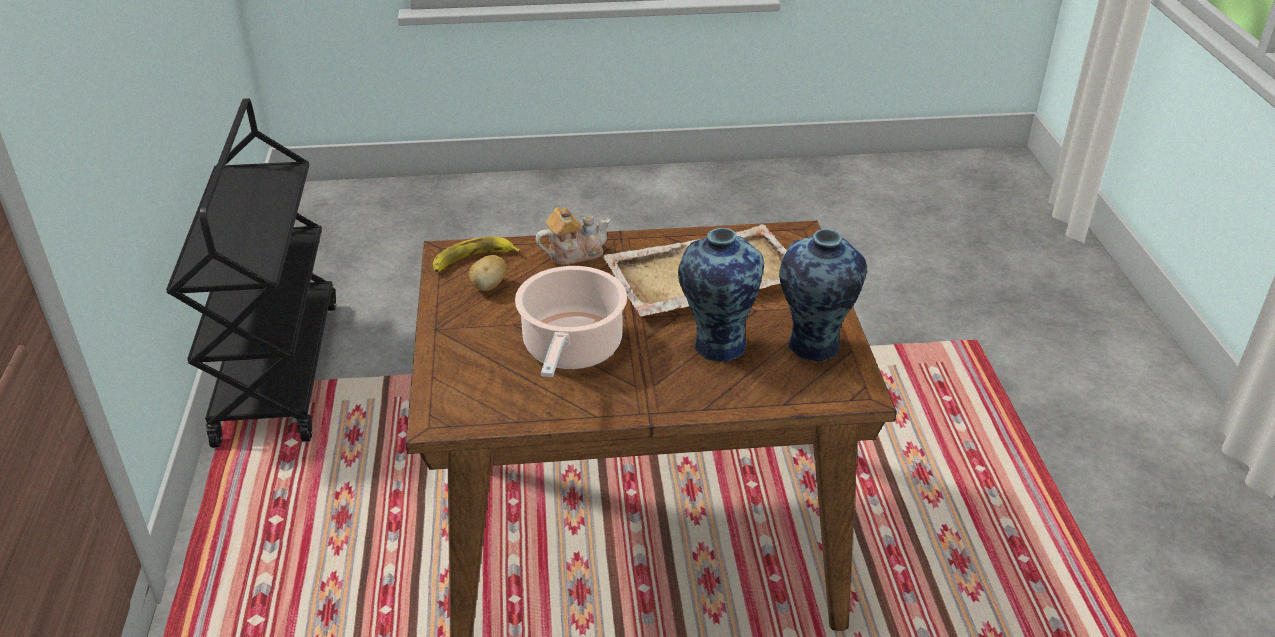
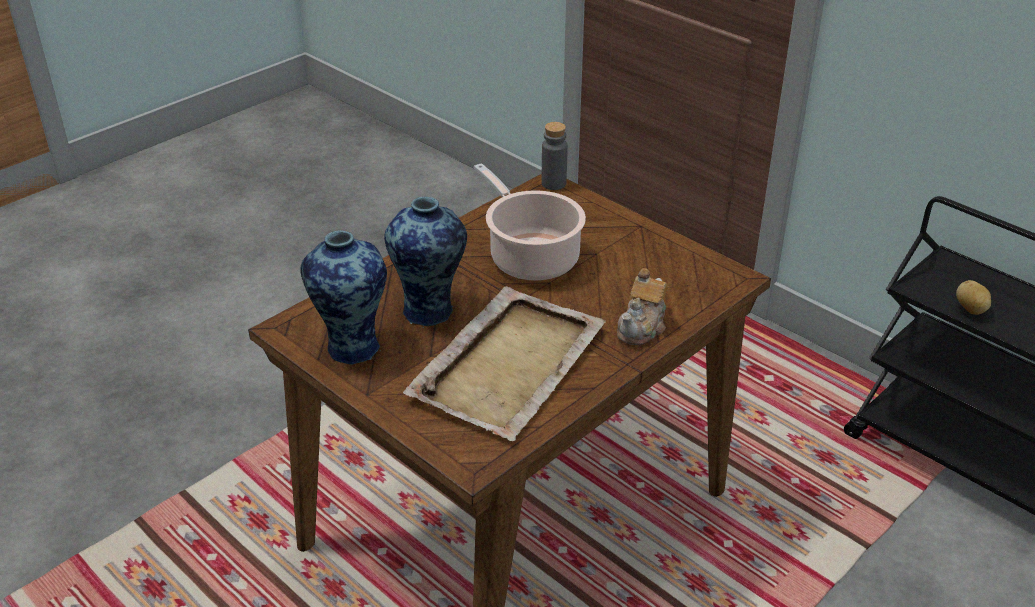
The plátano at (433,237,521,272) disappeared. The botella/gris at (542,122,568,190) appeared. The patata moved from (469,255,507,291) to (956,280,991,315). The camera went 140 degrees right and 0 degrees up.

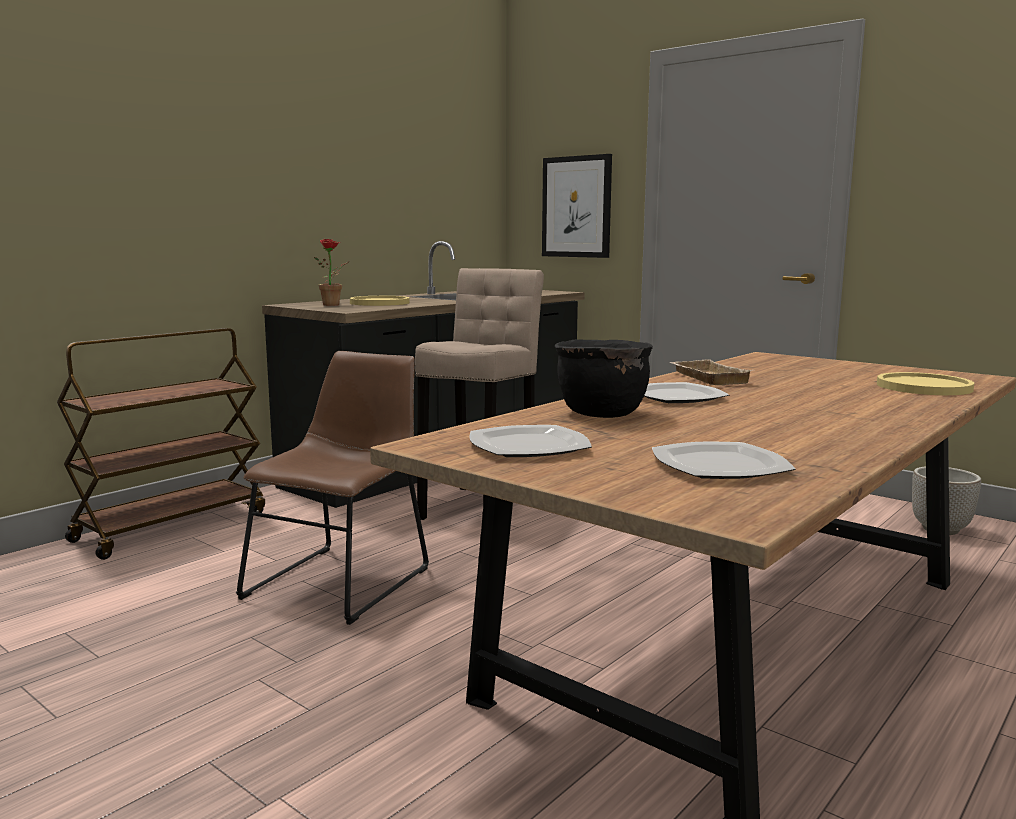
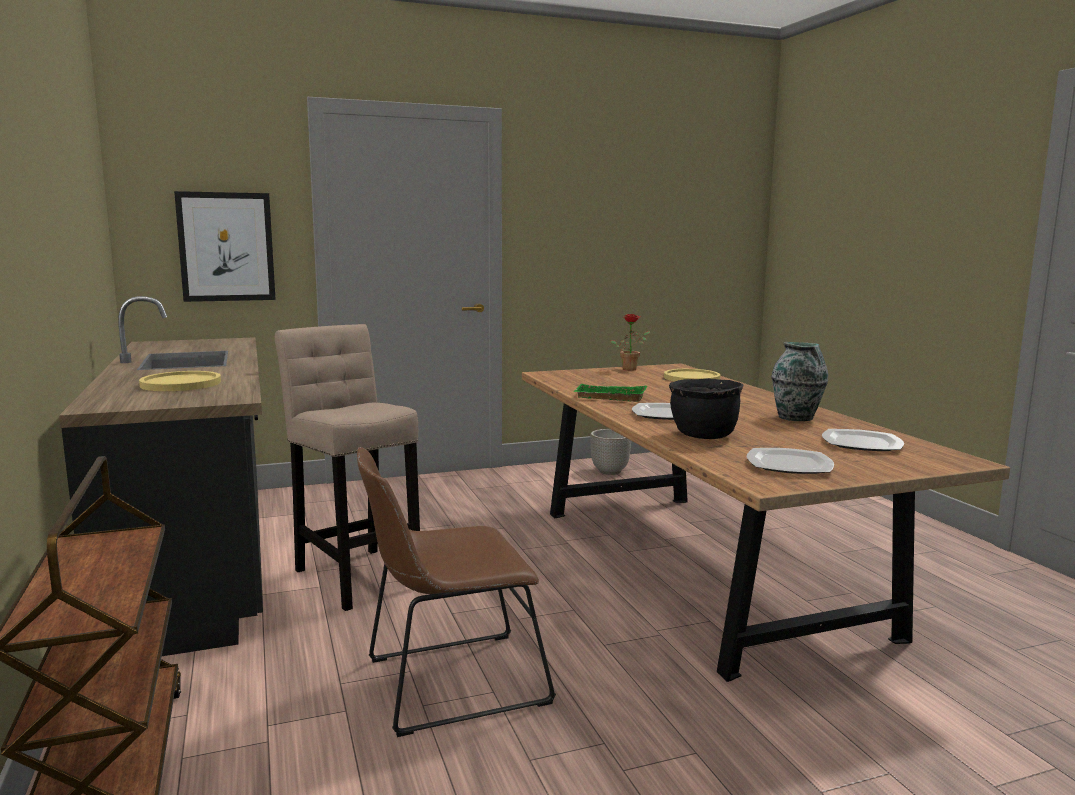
The florero at (771,342,828,421) appeared. The planta en maceta moved from (314,239,350,306) to (610,314,650,371). The bandeja/beis at (669,359,752,385) became the bandeja/verde at (573,384,647,402). The silla/marrón at (236,351,429,625) turned 75 degrees counterclockwise. The camera went 60 degrees left and 0 degrees up.

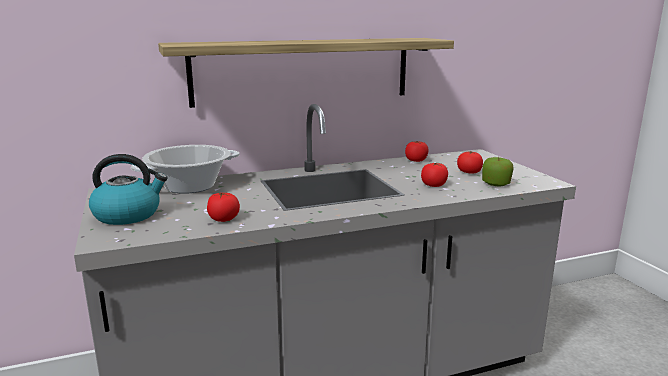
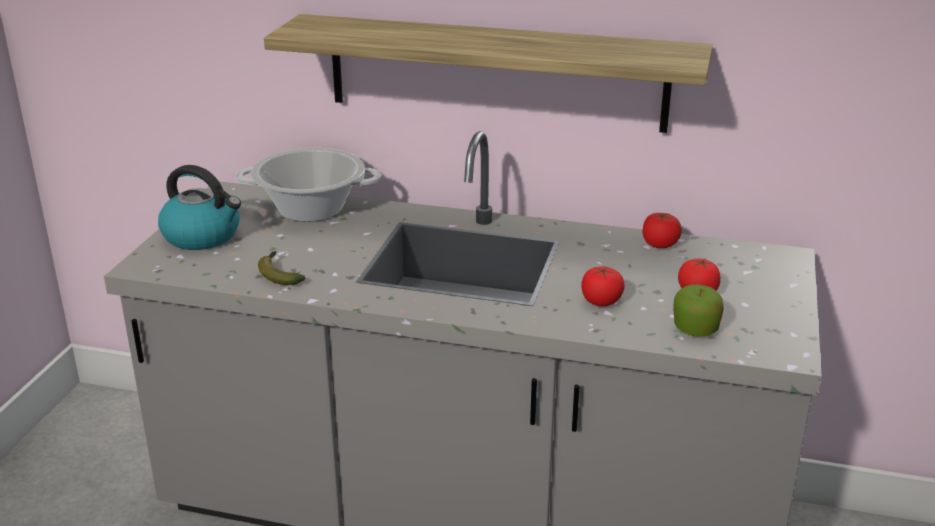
The tomate at (207,192,240,222) was replaced by the plátano at (258,251,305,285). The camera went 35 degrees right and 10 degrees up.

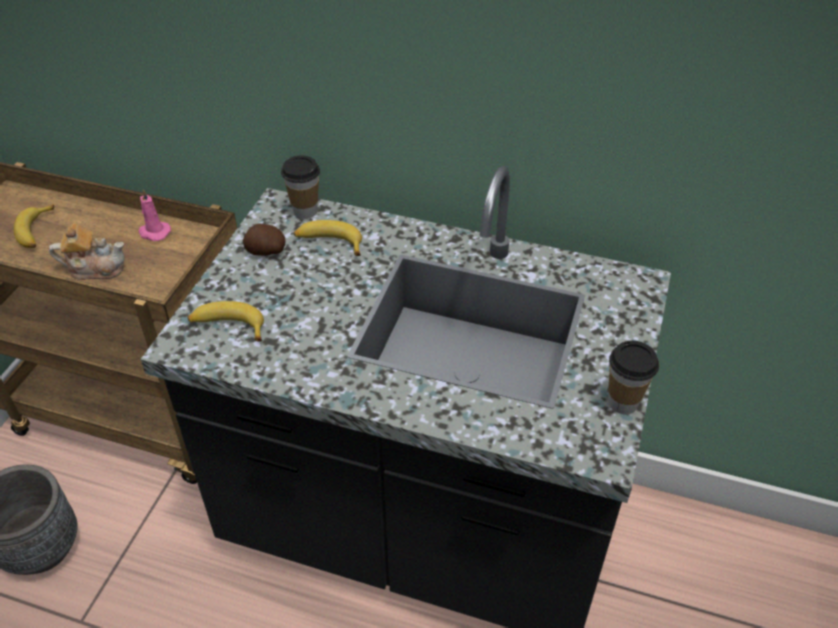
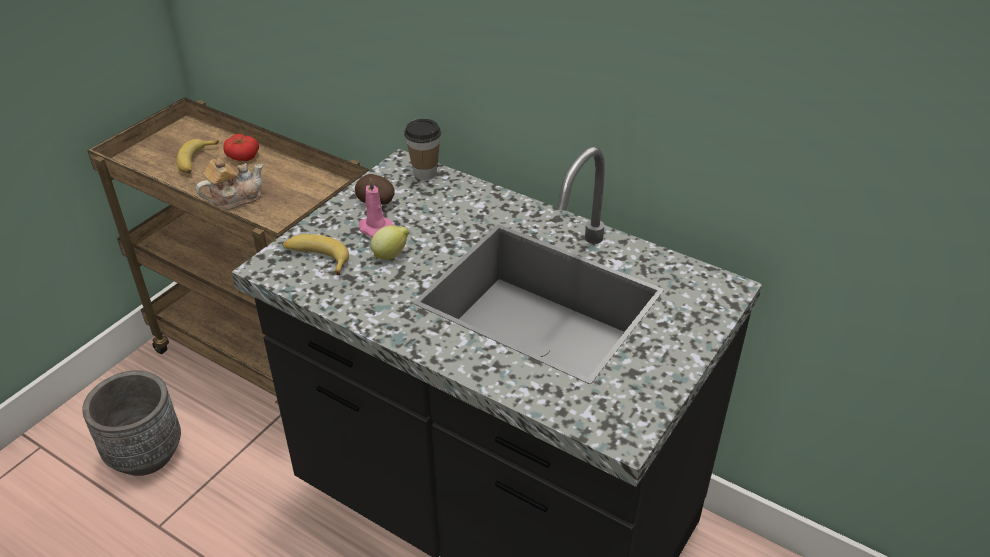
The plátano at (294,220,362,256) disappeared. The taza at (608,341,659,414) disappeared. The tomate at (223,134,259,161) appeared. The limón at (370,225,410,260) appeared. The vela/rosa moved from (139,189,171,241) to (359,177,393,237). The tetera at (49,224,125,280) turned 45 degrees counterclockwise. The camera went 15 degrees right and 5 degrees down.

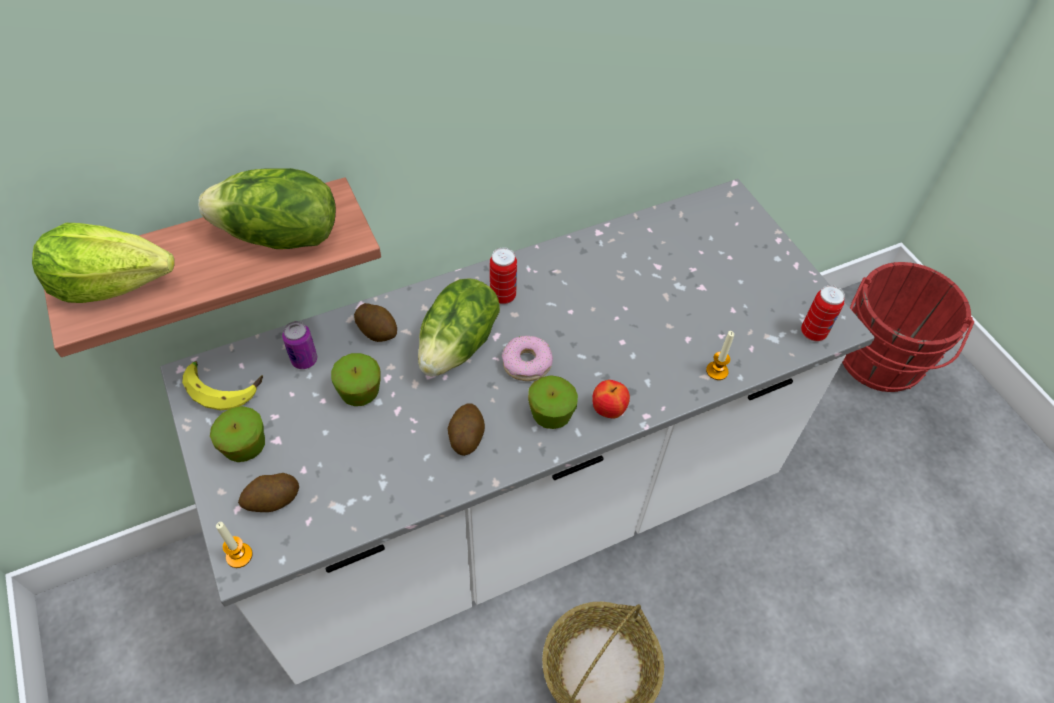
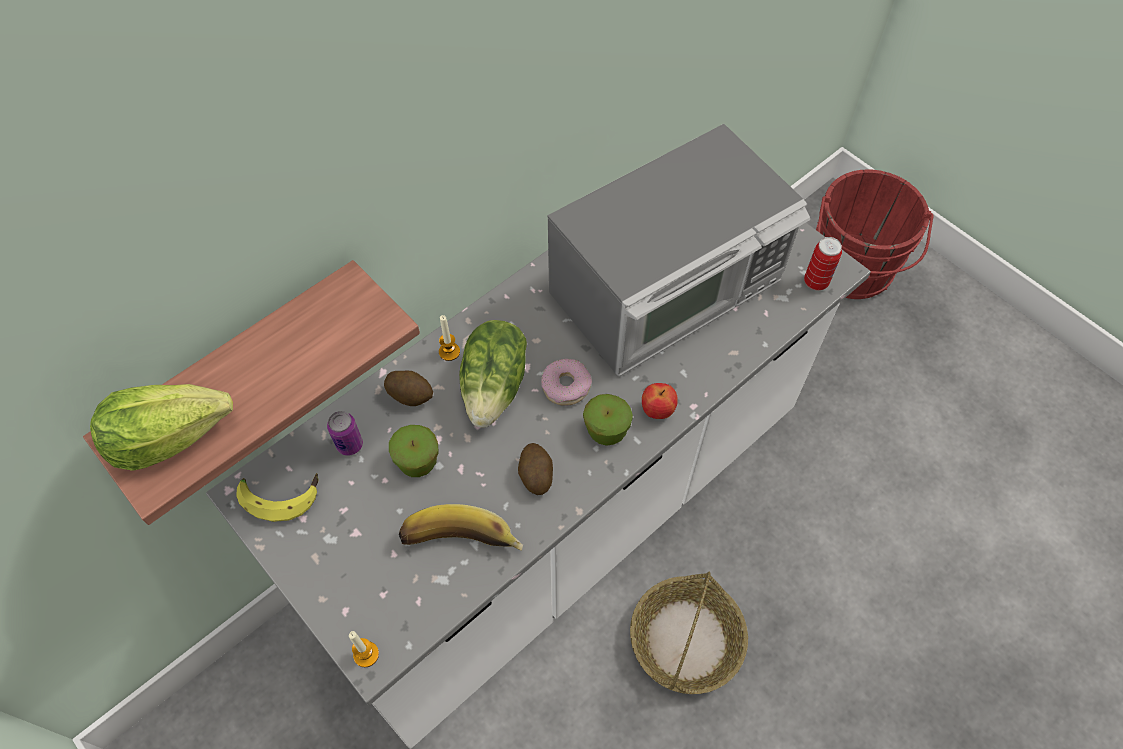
The lechuga at (198,168,336,249) disappeared. The manzana at (210,406,265,462) disappeared. The patata at (238,473,299,512) disappeared. The lata at (490,247,517,304) disappeared. The plátano at (399,504,523,551) appeared. The microondas at (548,124,810,376) appeared. The vela moved from (706,331,734,380) to (439,315,460,361). The camera went 15 degrees left and 5 degrees up.

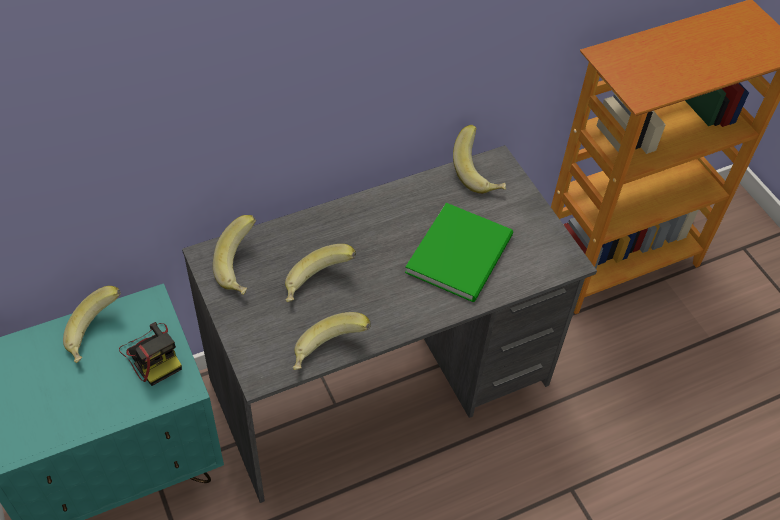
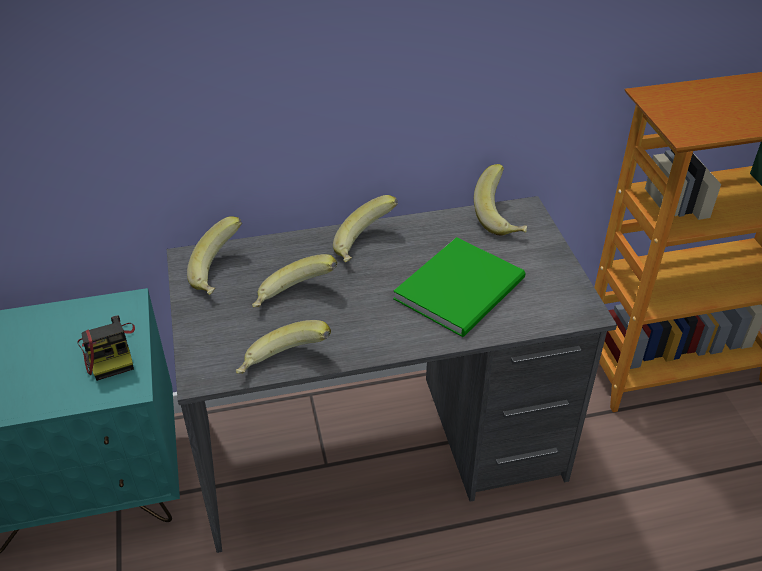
The plátano moved from (63,286,121,363) to (333,195,398,263). The camera went 15 degrees right and 10 degrees down.

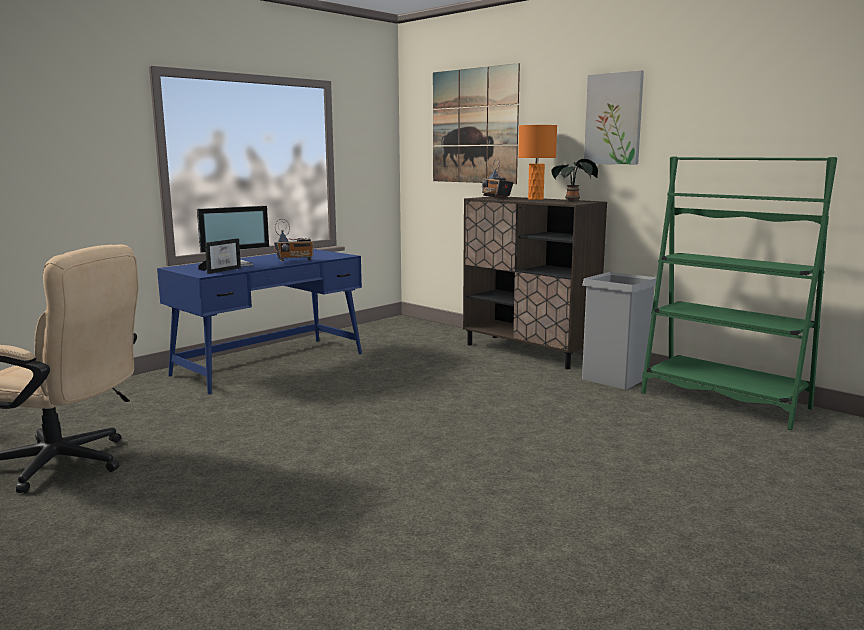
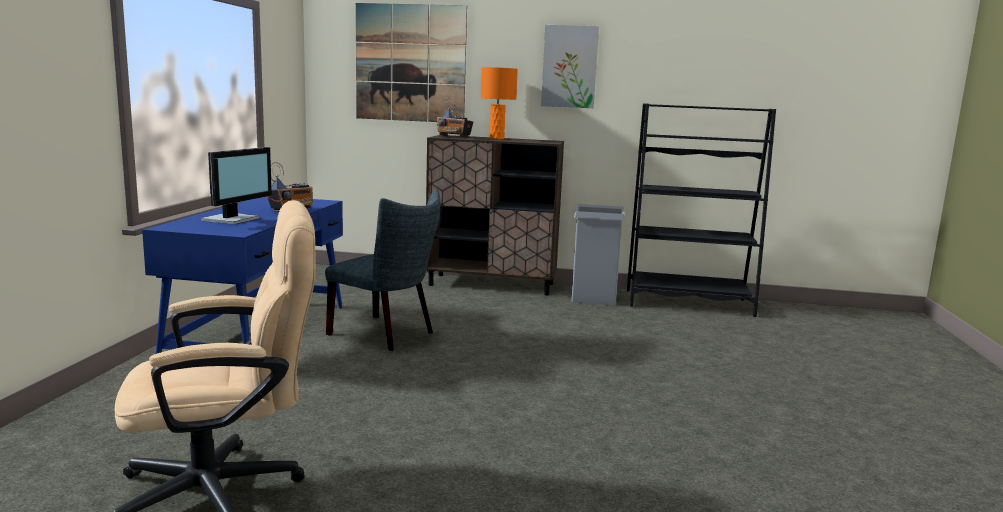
The portarretratos at (198,238,241,274) disappeared. The planta en maceta at (551,159,598,202) disappeared. The silla/gris at (325,189,440,351) appeared. The estantería/verde at (641,157,837,430) became the estantería/negro at (627,103,776,317). The camera went 35 degrees left and 0 degrees up.

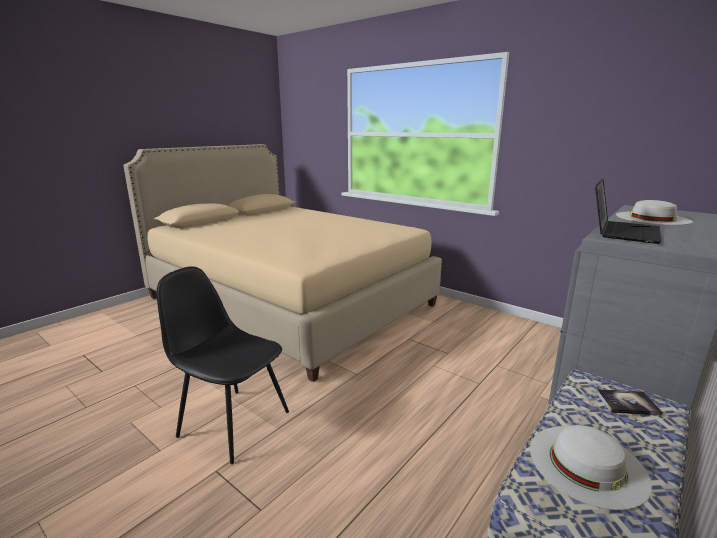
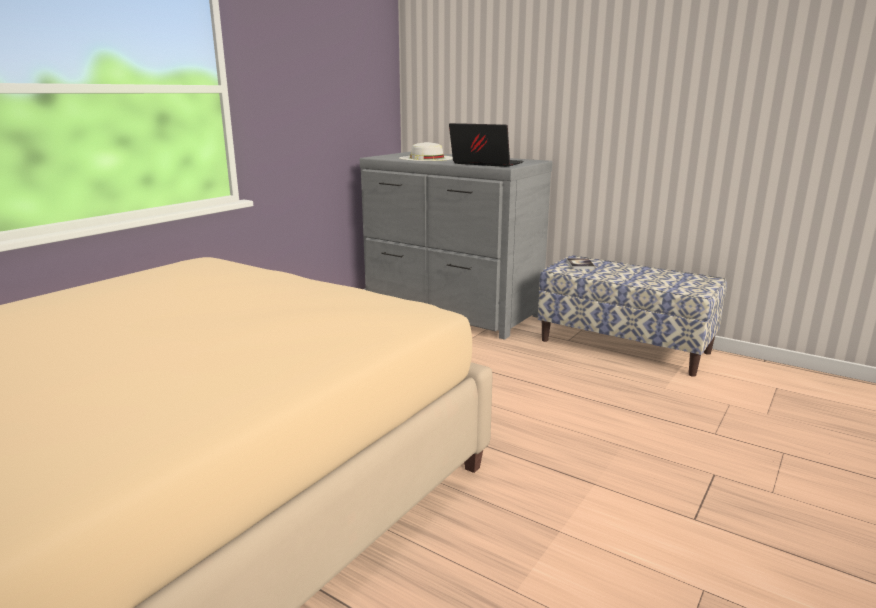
The silla/negro at (156,266,289,464) disappeared. The sombrero/blanco at (530,425,652,510) disappeared. The camera went 95 degrees left and 0 degrees up.

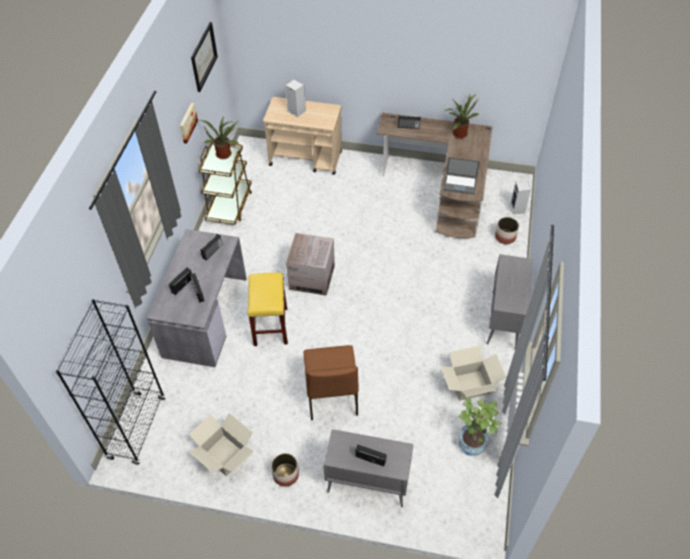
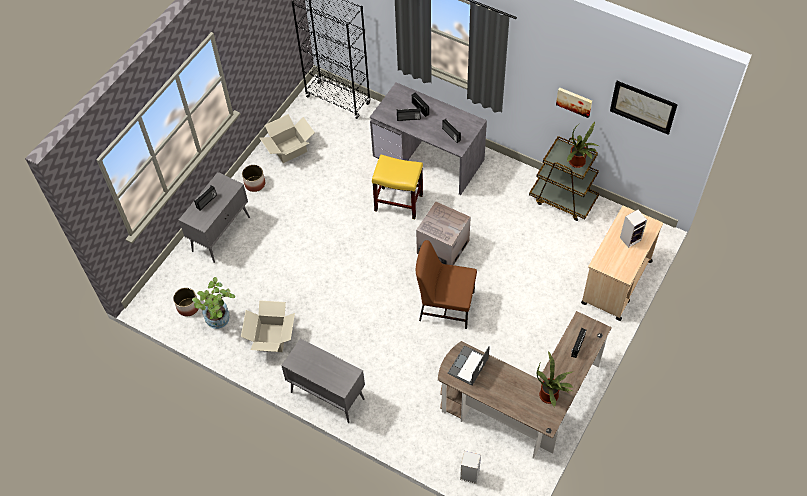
The silla/marrón moved from (304,345,359,420) to (416,240,477,329). The maceta moved from (495,217,519,244) to (173,288,198,316). The camera went 110 degrees right and 5 degrees up.

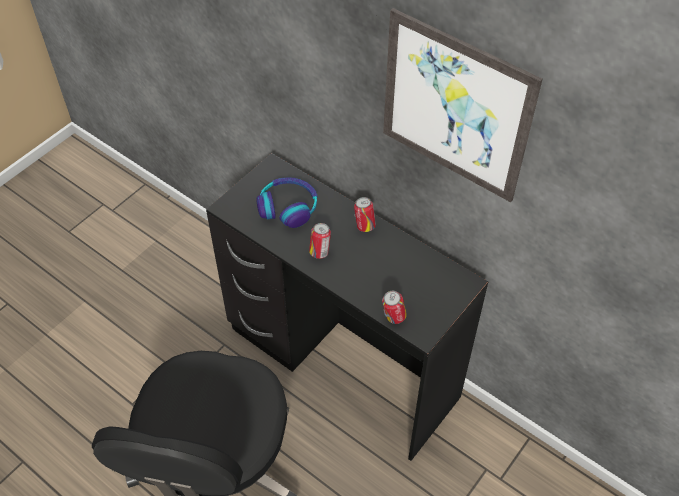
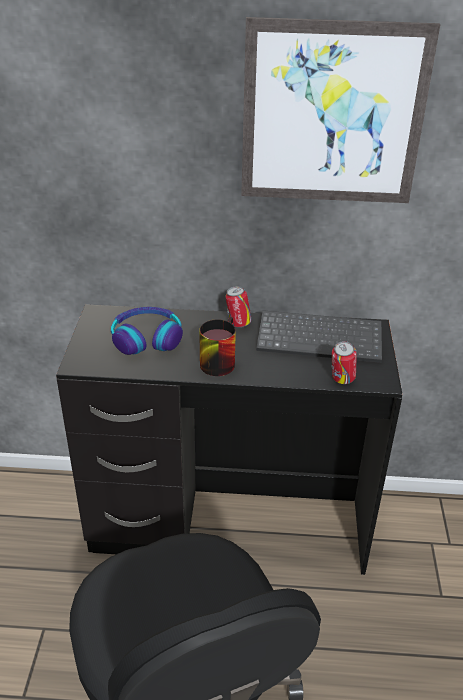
The teclado at (256,310,382,363) appeared. The lata at (309,223,331,259) was replaced by the taza grande at (199,317,236,376). The camera went 35 degrees left and 15 degrees down.

